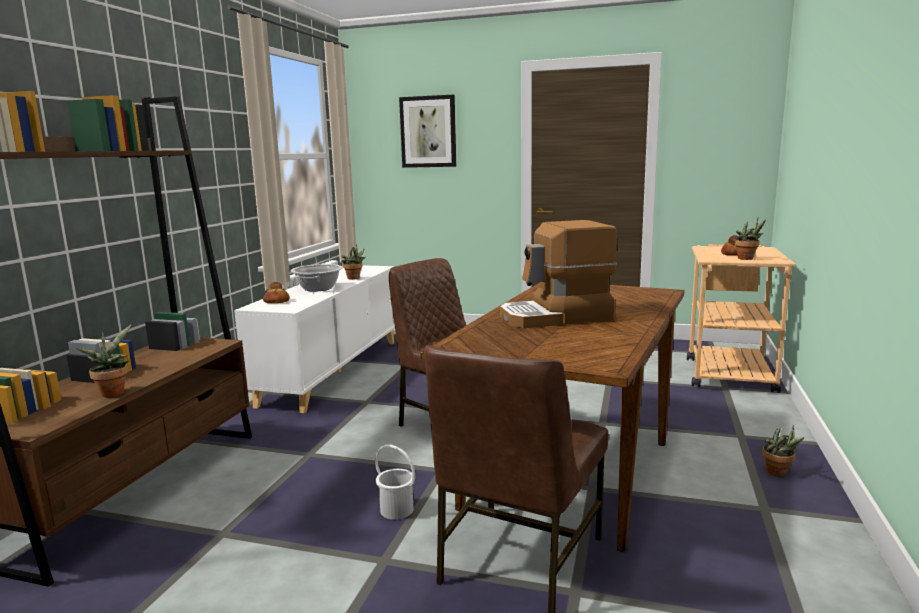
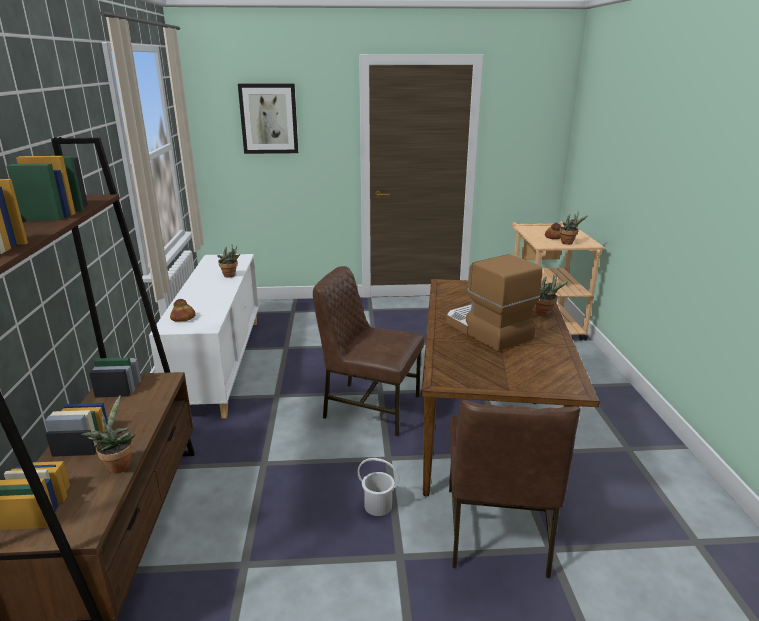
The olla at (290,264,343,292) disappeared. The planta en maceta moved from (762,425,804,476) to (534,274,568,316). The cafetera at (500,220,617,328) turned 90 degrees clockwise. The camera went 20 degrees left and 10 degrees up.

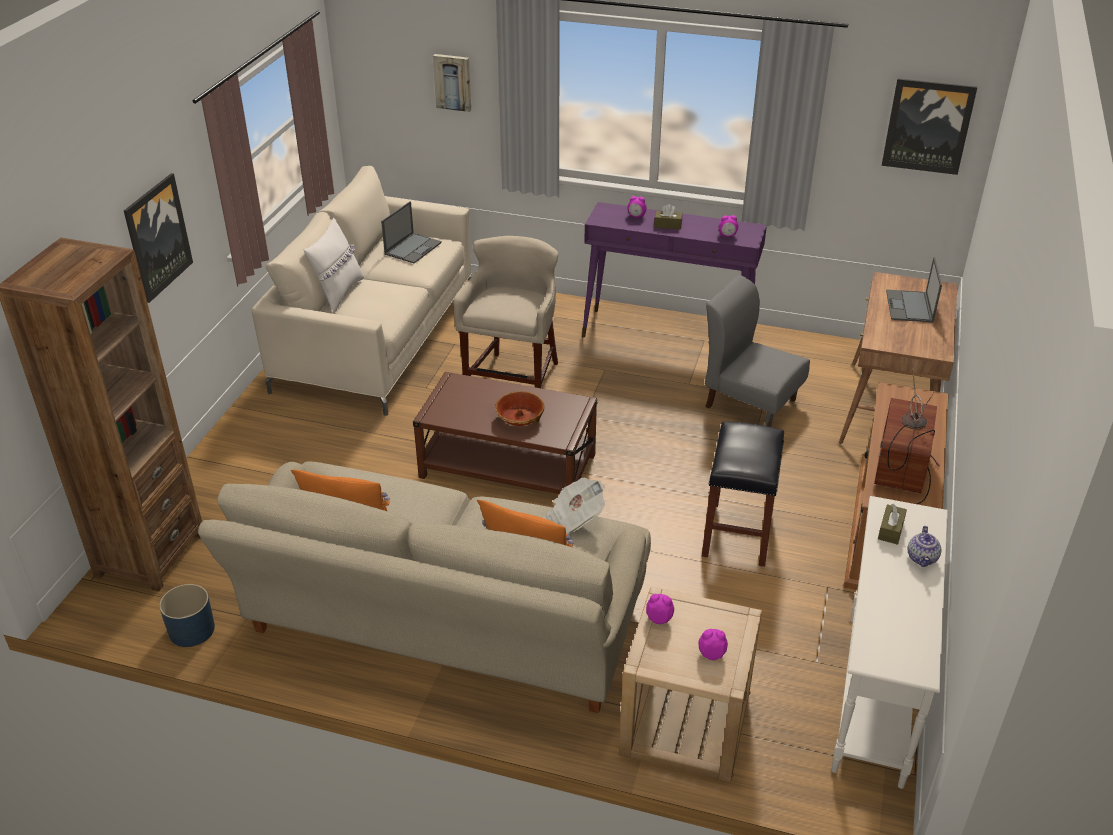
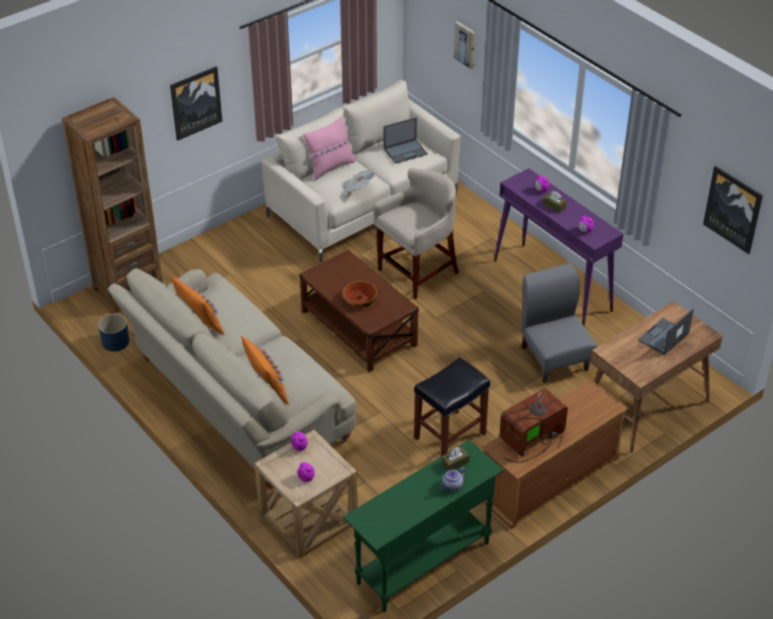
The periódico moved from (543,477,605,535) to (342,169,375,194). The cojín/blanco at (304,218,364,313) became the cojín/rosa at (303,116,355,181). The mesa consola/blanco at (831,496,948,789) became the mesa consola/verde at (343,440,504,612). The camera went 35 degrees right and 5 degrees up.

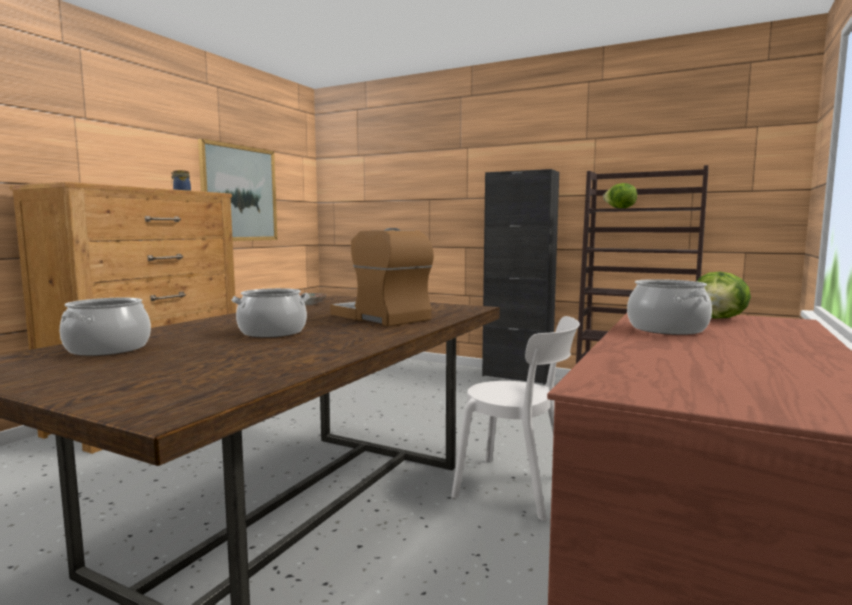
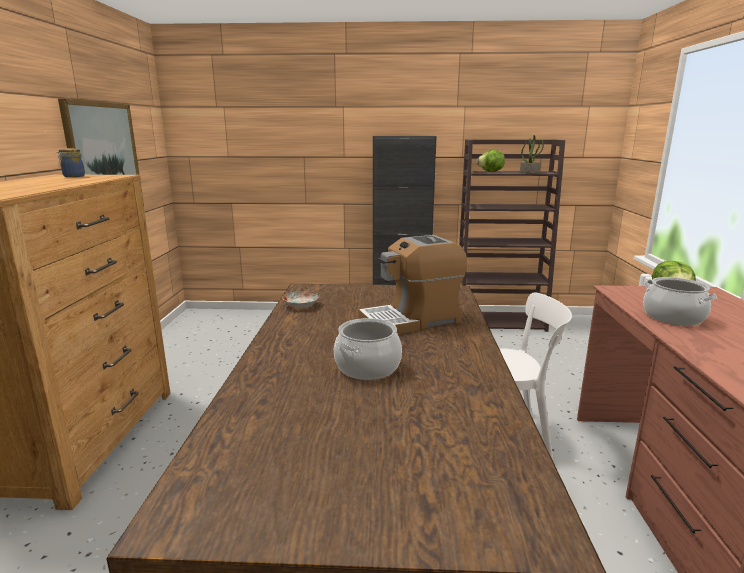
The olla at (60,298,151,356) disappeared. The planta en maceta at (520,135,544,173) appeared. The cafetera at (330,228,434,327) turned 45 degrees counterclockwise. The camera went 25 degrees left and 10 degrees up.

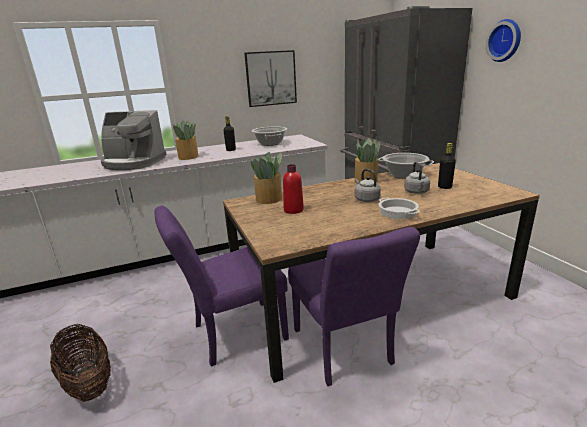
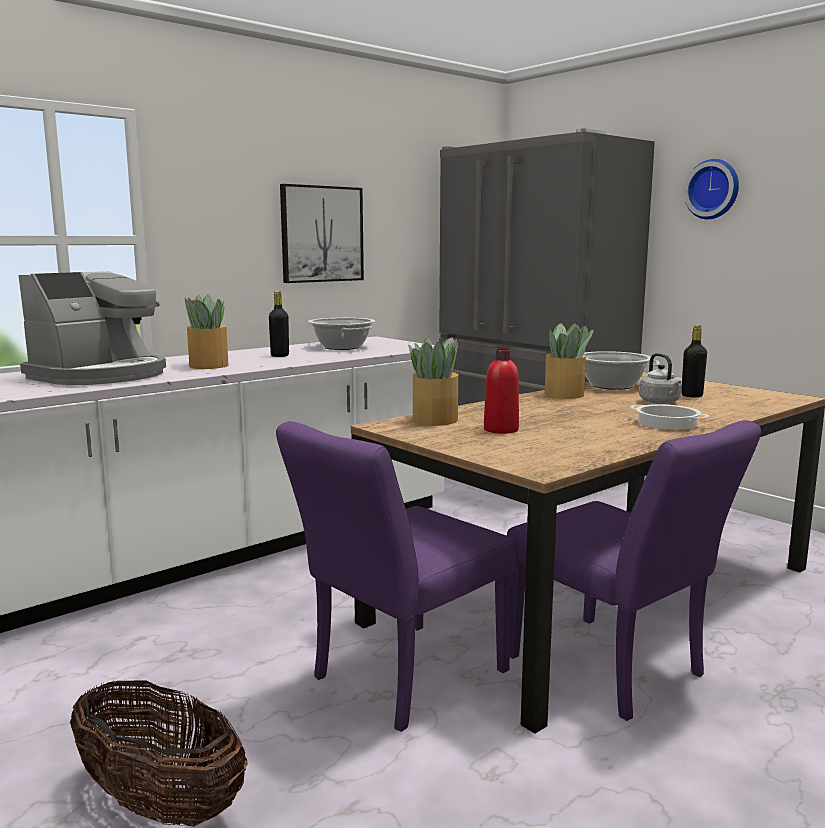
The hervidor/gris at (355,169,381,202) disappeared. The cafetera at (101,110,167,170) turned 45 degrees counterclockwise. The camera went 20 degrees left and 10 degrees down.

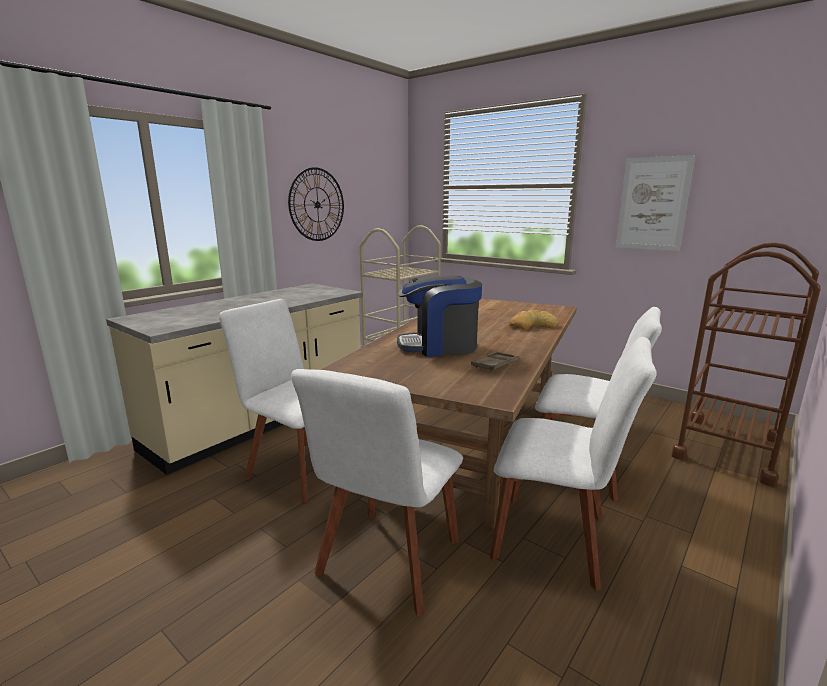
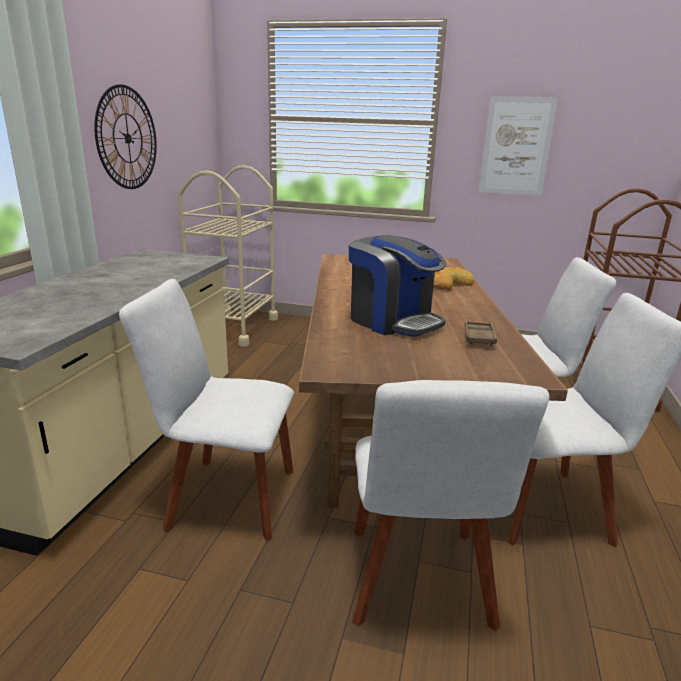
The cafetera at (397,275,482,357) turned 105 degrees counterclockwise. The camera went 25 degrees left and 5 degrees up.

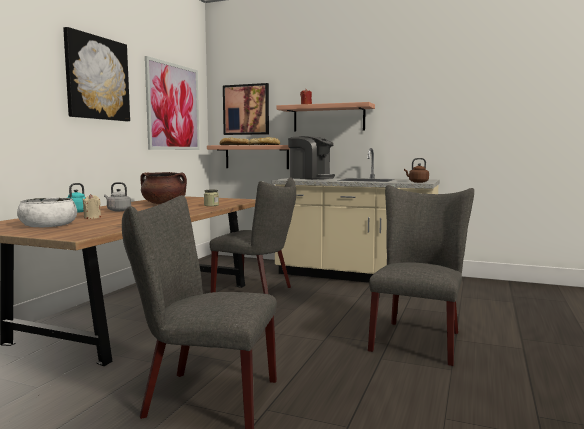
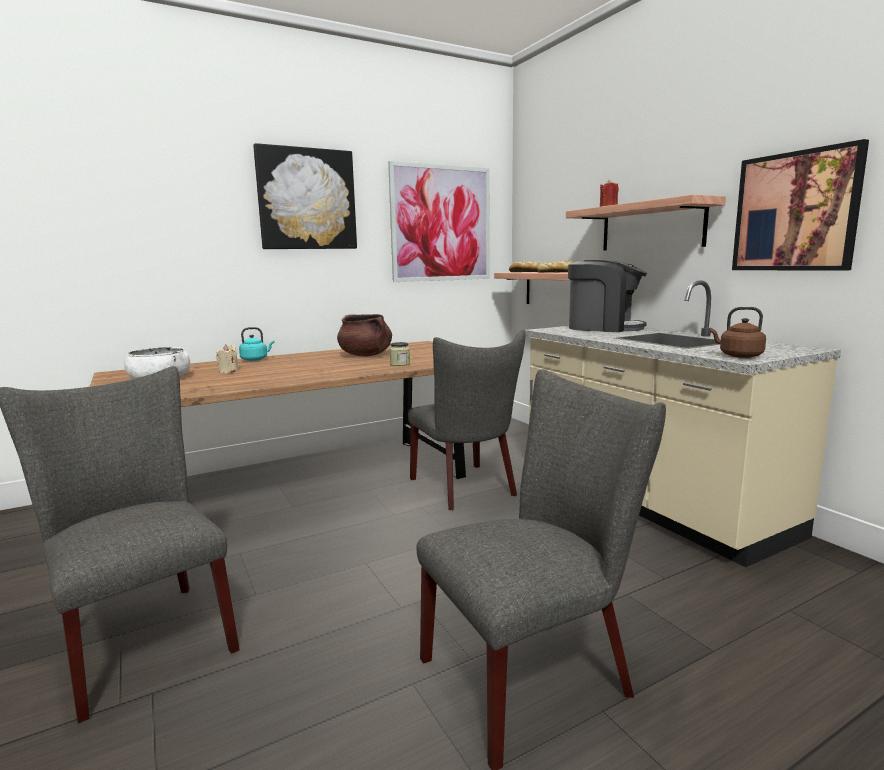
The hervidor/gris at (104,182,131,211) disappeared. The cuadro moved from (223,83,269,135) to (732,139,869,271). The cafetera at (288,136,335,179) turned 45 degrees counterclockwise. The camera went 40 degrees right and 5 degrees up.

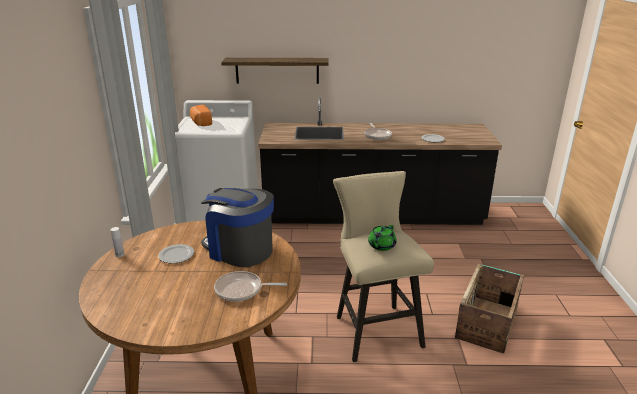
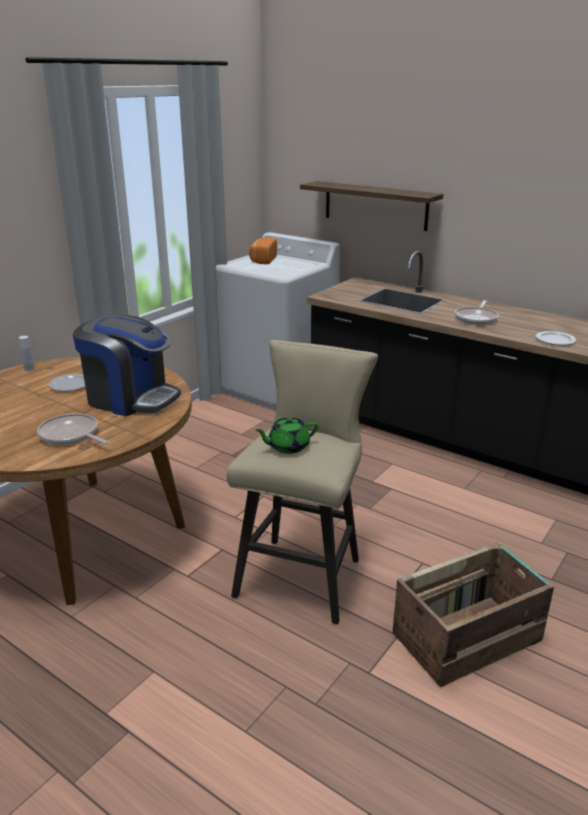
The cafetera at (201,188,274,267) turned 135 degrees clockwise. The camera went 35 degrees right and 0 degrees up.

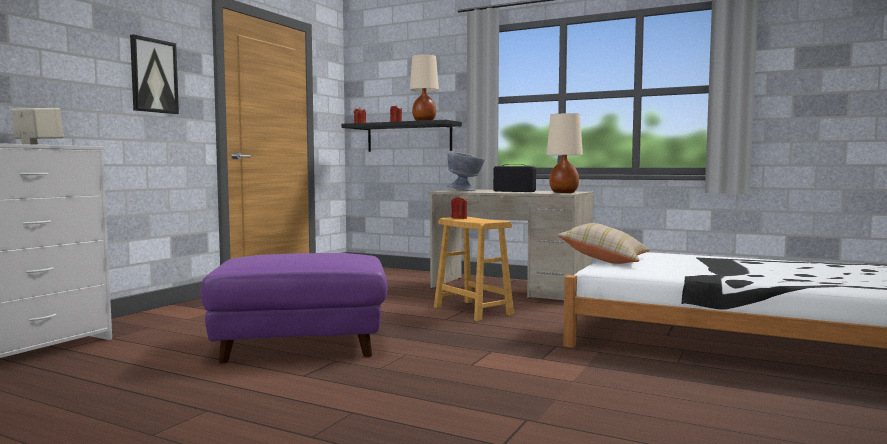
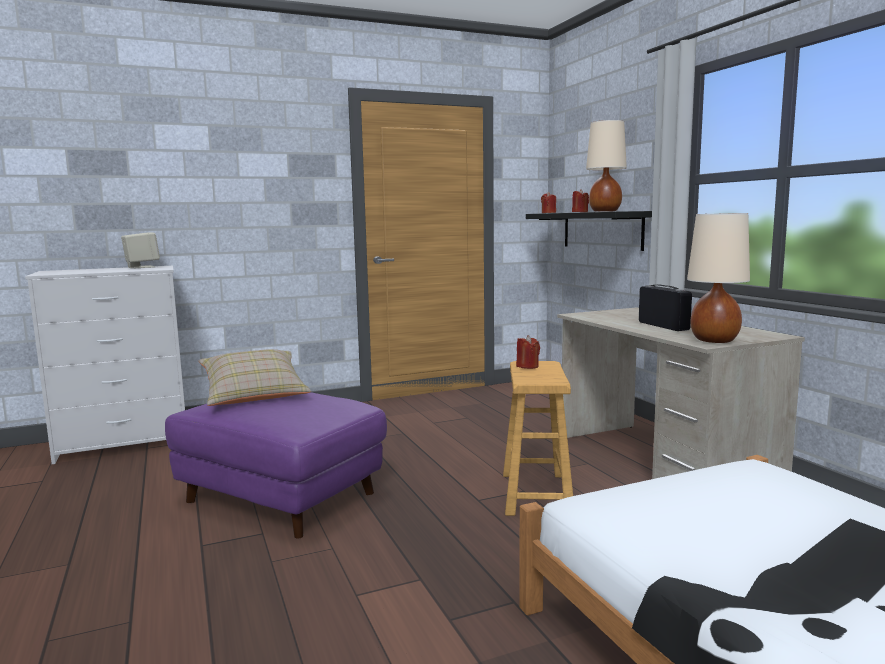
The cuadro at (130,34,179,114) disappeared. The cuenco/gris at (447,152,485,191) disappeared. The cojín/beis moved from (558,223,650,264) to (198,349,311,406). The camera went 40 degrees right and 5 degrees up.

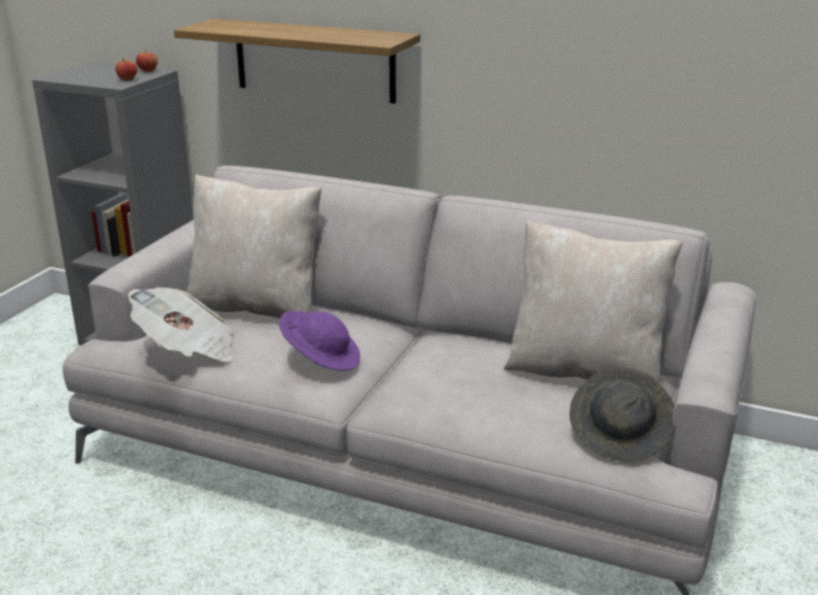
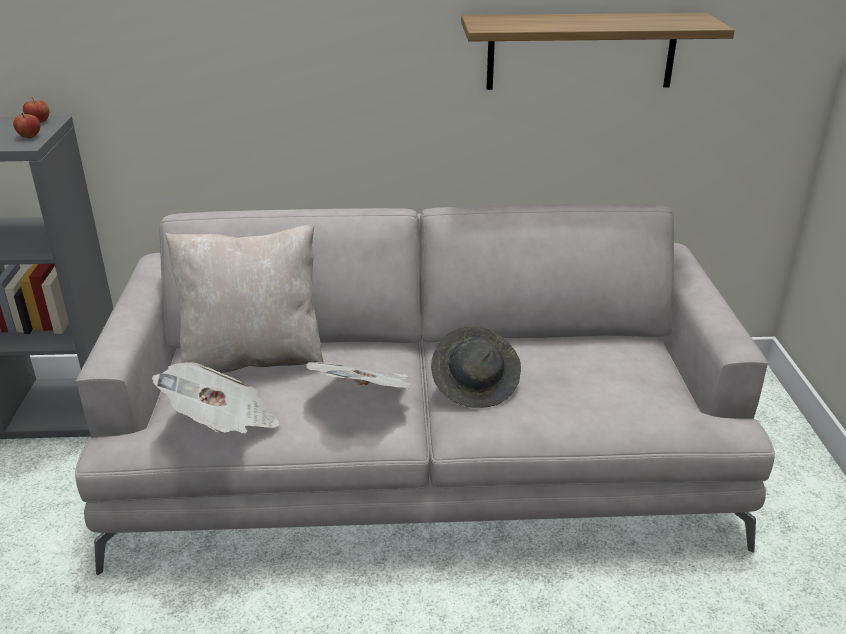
The cojín/beis at (504,220,683,383) disappeared. The estante moved from (174,18,420,104) to (461,13,735,90). The sombrero/gris moved from (569,368,676,461) to (431,326,521,408). The sombrero/morado at (279,311,360,371) was replaced by the periódico at (306,362,412,389). The camera went 25 degrees left and 5 degrees up.

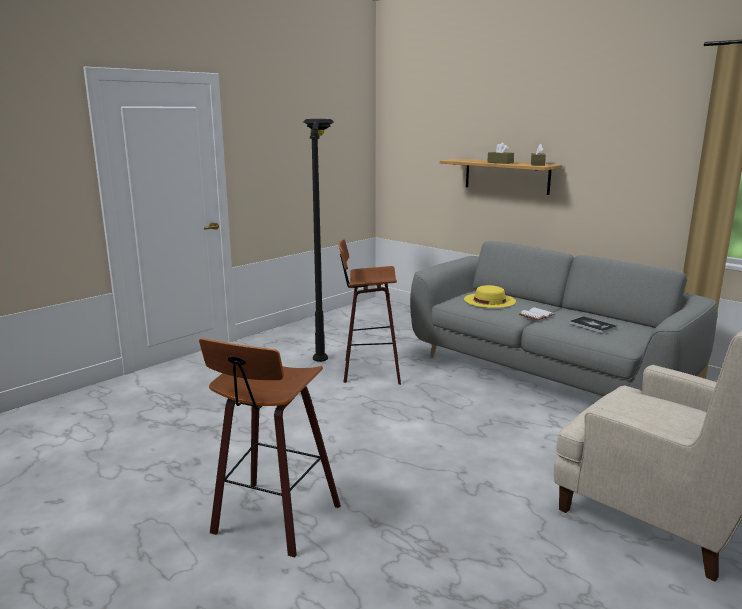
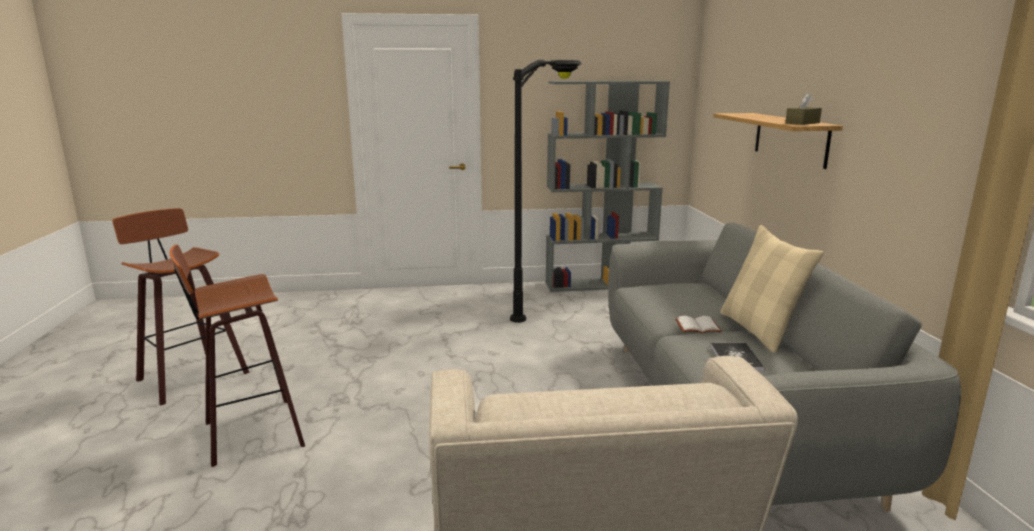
The sombrero/amarillo at (464,285,516,308) disappeared. The caja de pañuelos/marrón at (487,143,514,164) disappeared. The estantería/gris at (546,81,670,292) appeared. The cojín/beis at (720,225,824,353) appeared. The taburete moved from (339,240,401,385) to (112,208,249,406). The camera went 40 degrees right and 0 degrees up.

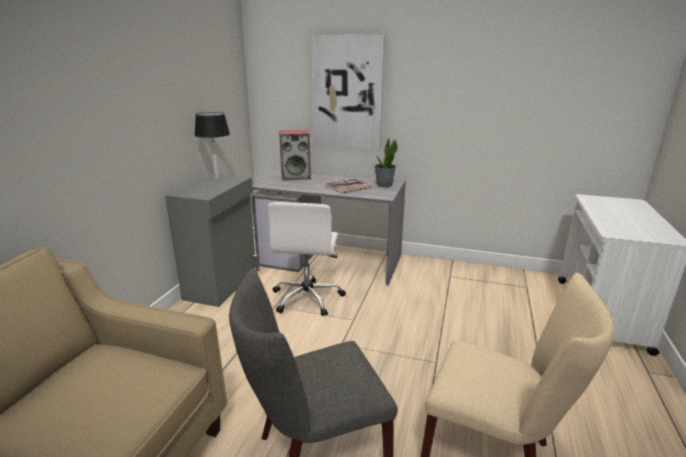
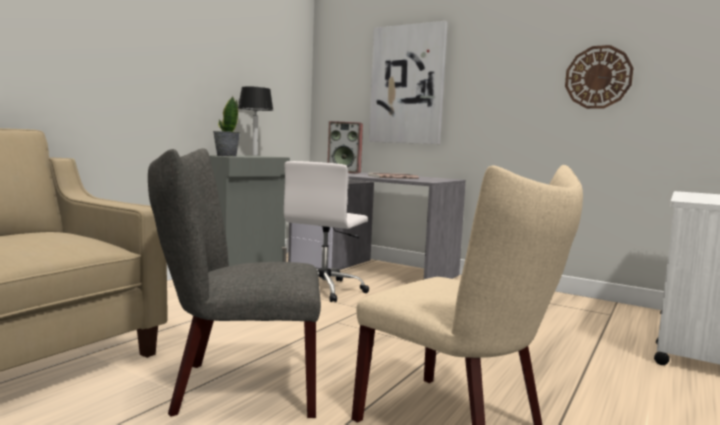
The reloj de pared at (565,45,633,109) appeared. The planta en maceta moved from (374,139,398,187) to (213,96,240,157). The camera went 15 degrees right and 15 degrees down.

